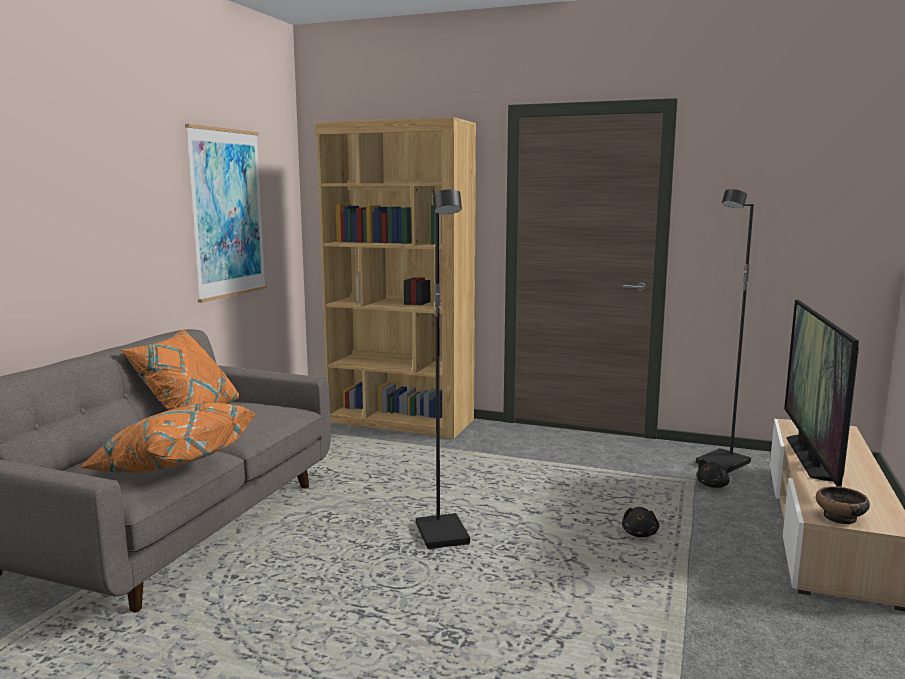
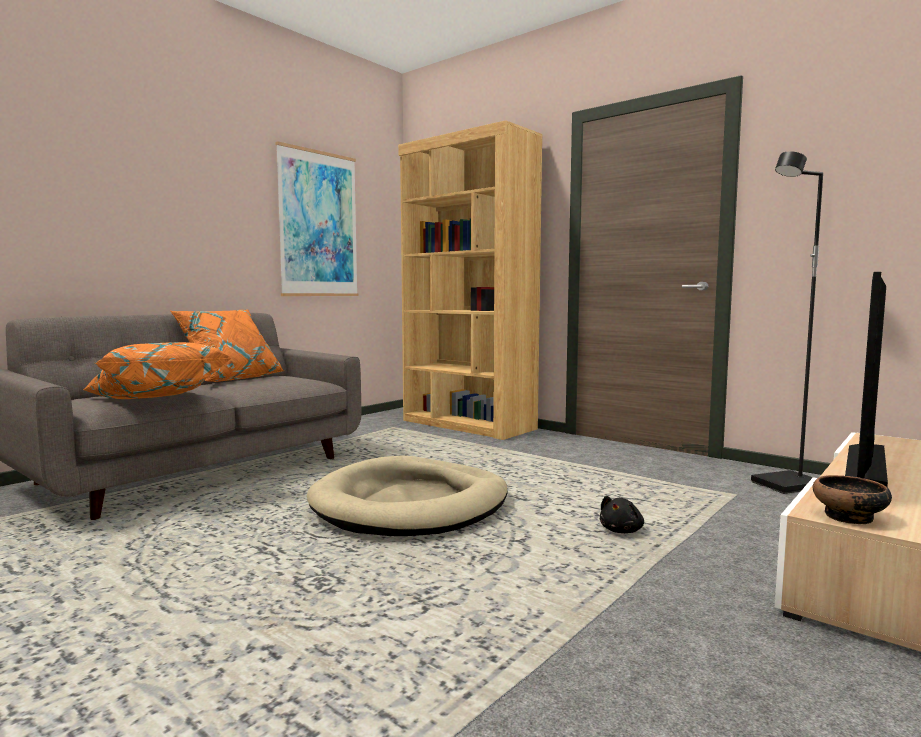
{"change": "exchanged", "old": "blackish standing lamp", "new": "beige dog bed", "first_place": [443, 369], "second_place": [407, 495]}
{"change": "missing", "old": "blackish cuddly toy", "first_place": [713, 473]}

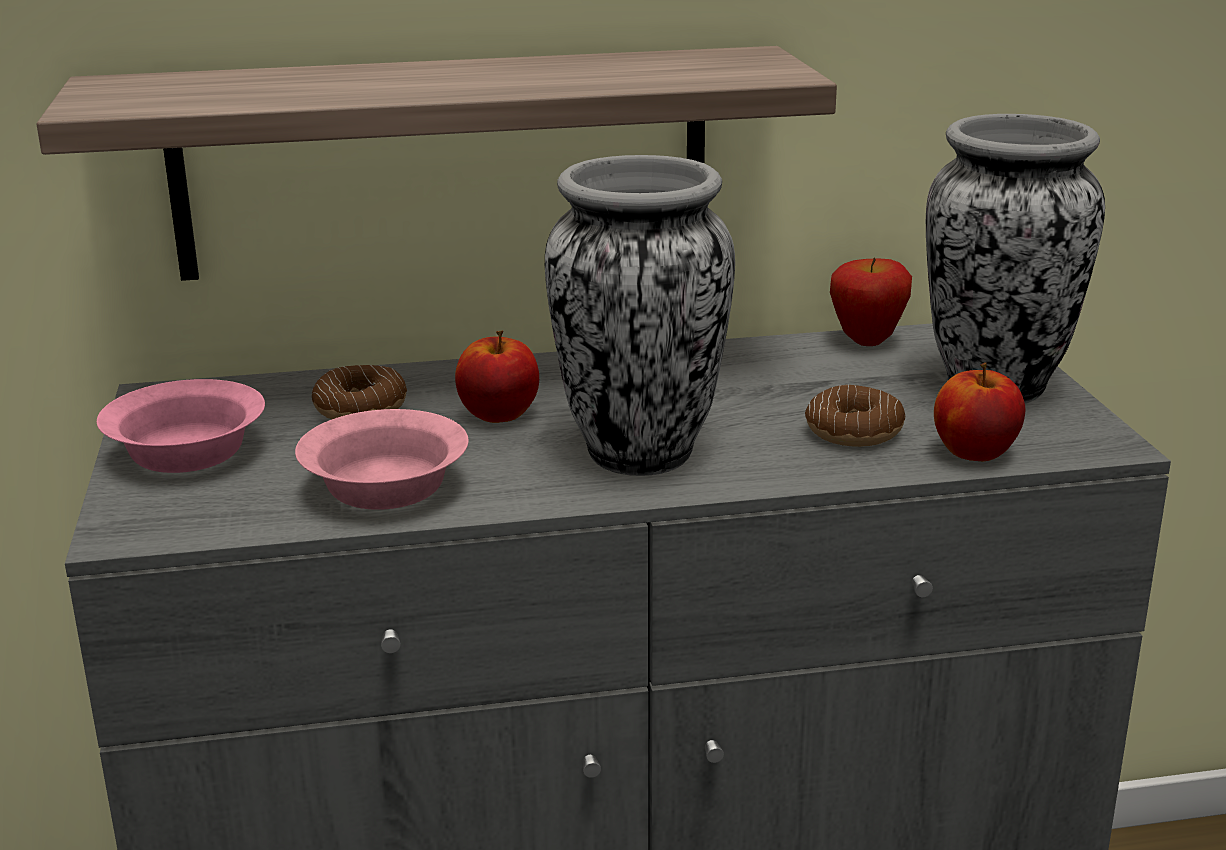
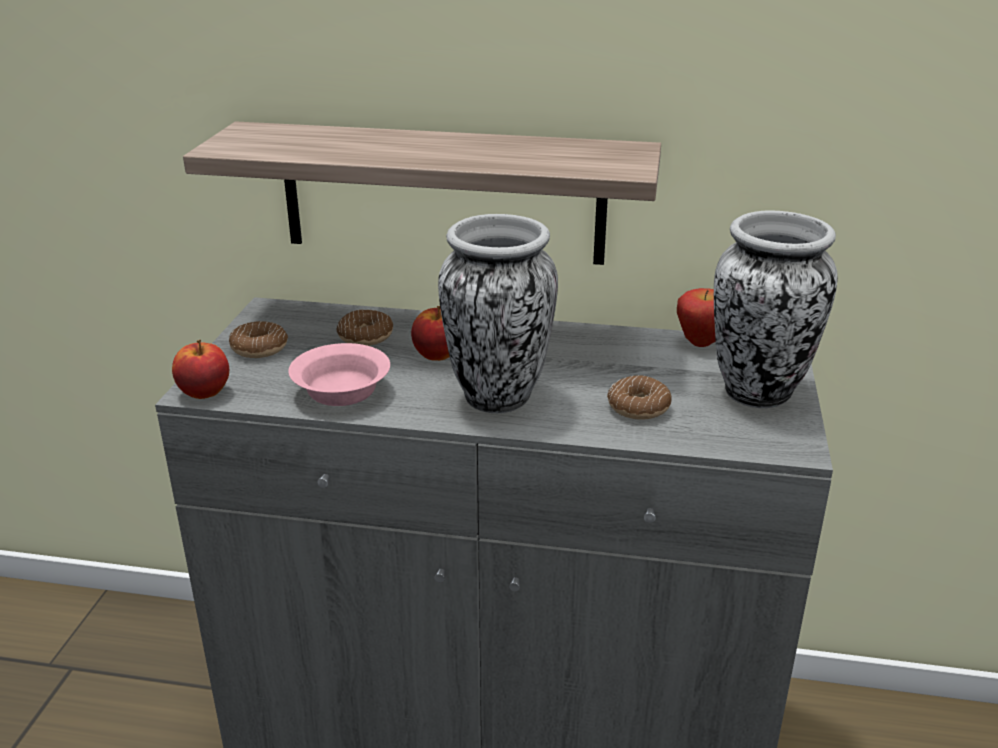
{"change": "relocated", "old": "apple fruit", "first_place": [979, 411], "second_place": [200, 369]}
{"change": "exchanged", "old": "pink serving bowl", "new": "ring doughnut", "first_place": [181, 426], "second_place": [258, 339]}

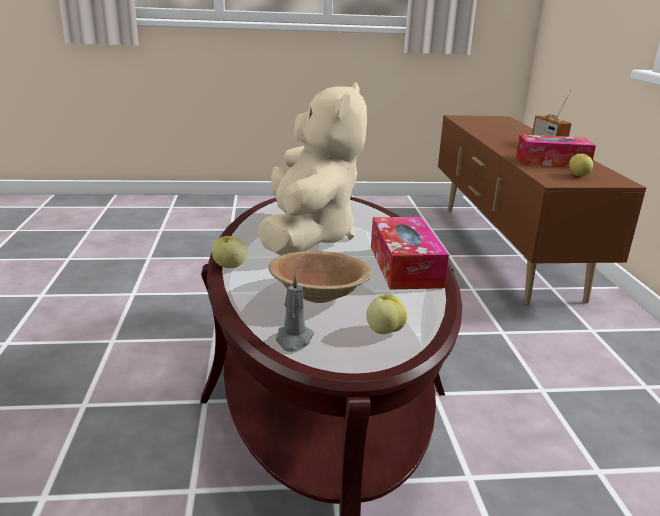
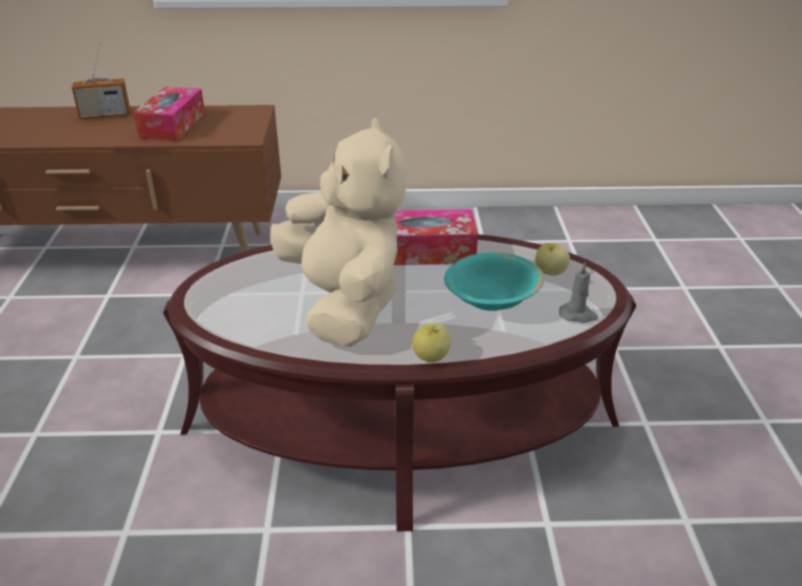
{"change": "spun", "old": "beige cuddly toy", "first_place": [312, 168], "second_place": [338, 232], "degrees": 60}
{"change": "missing", "old": "apple fruit", "first_place": [581, 165]}
{"change": "colour", "old": "brown-coloured serving bowl", "new": "blue-green serving bowl", "first_place": [320, 276], "second_place": [494, 281]}

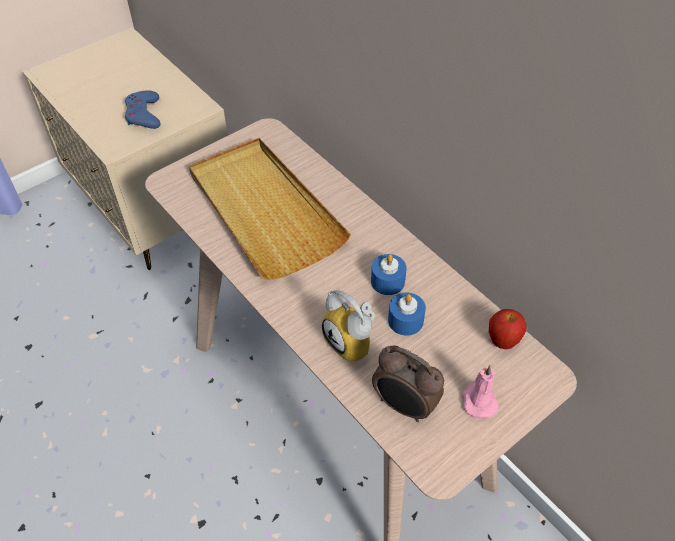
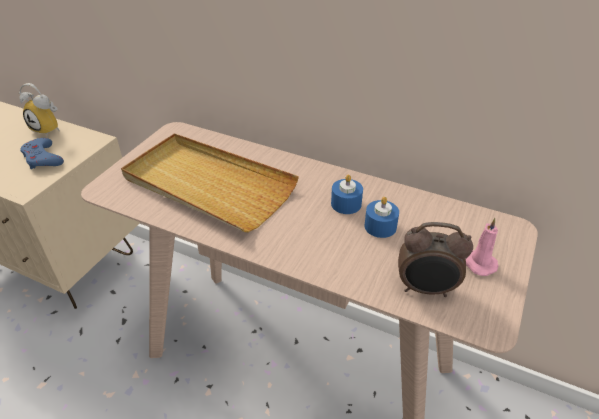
{"change": "relocated", "old": "alarm clock", "first_place": [348, 326], "second_place": [39, 109]}
{"change": "missing", "old": "apple fruit", "first_place": [508, 329]}

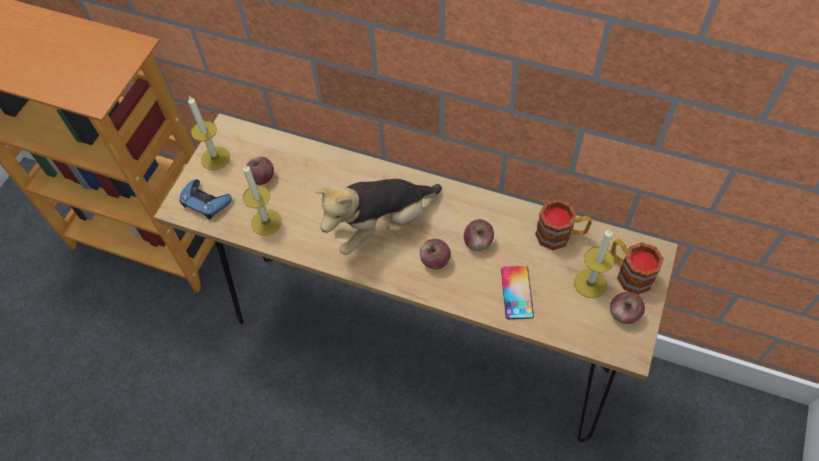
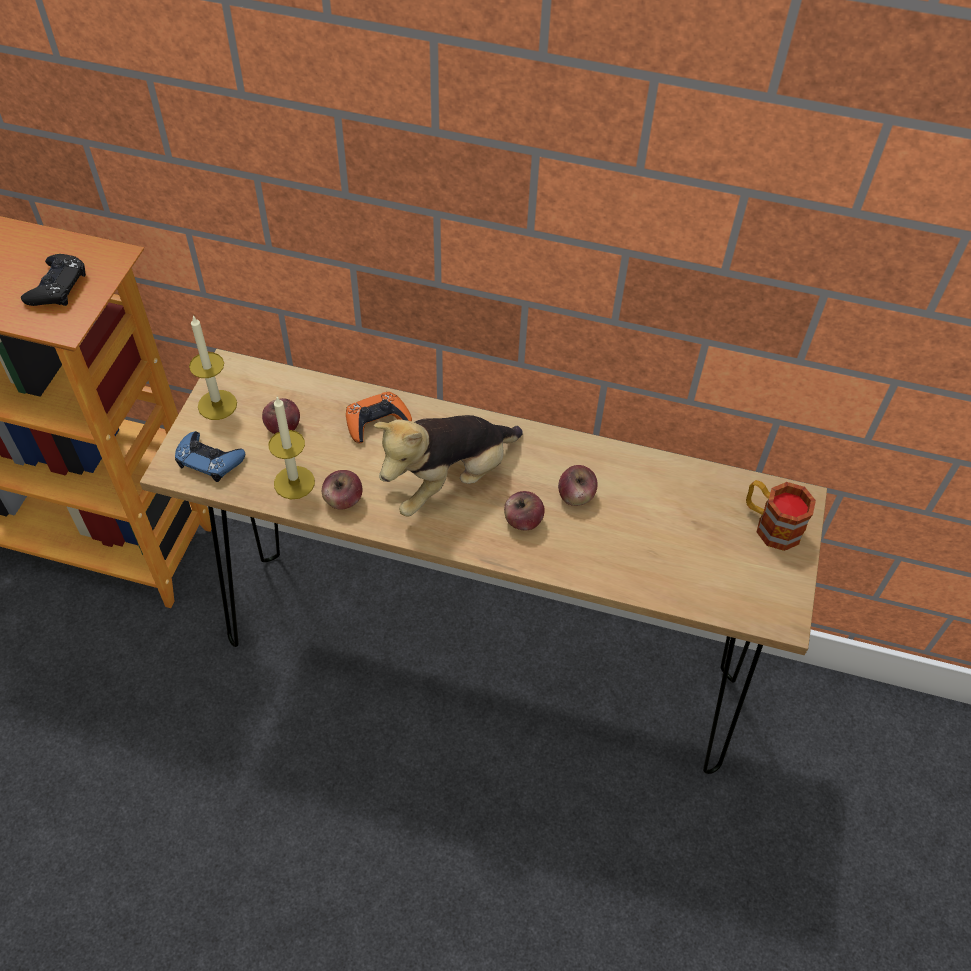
{"change": "missing", "old": "mug", "first_place": [563, 224]}
{"change": "missing", "old": "candle", "first_place": [594, 263]}
{"change": "missing", "old": "phone", "first_place": [517, 292]}
{"change": "relocated", "old": "apple fruit", "first_place": [627, 308], "second_place": [342, 490]}
{"change": "appeared", "new": "blackish joypad", "second_place": [53, 280]}
{"change": "appeared", "new": "orange joypad", "second_place": [379, 418]}

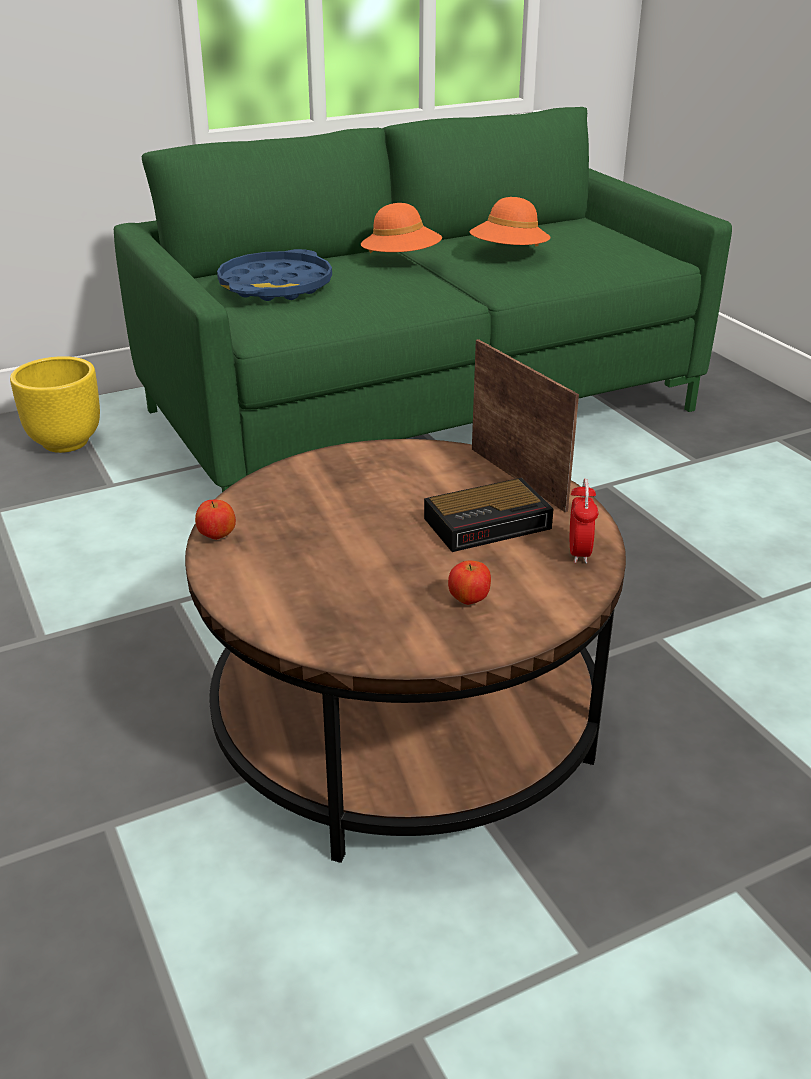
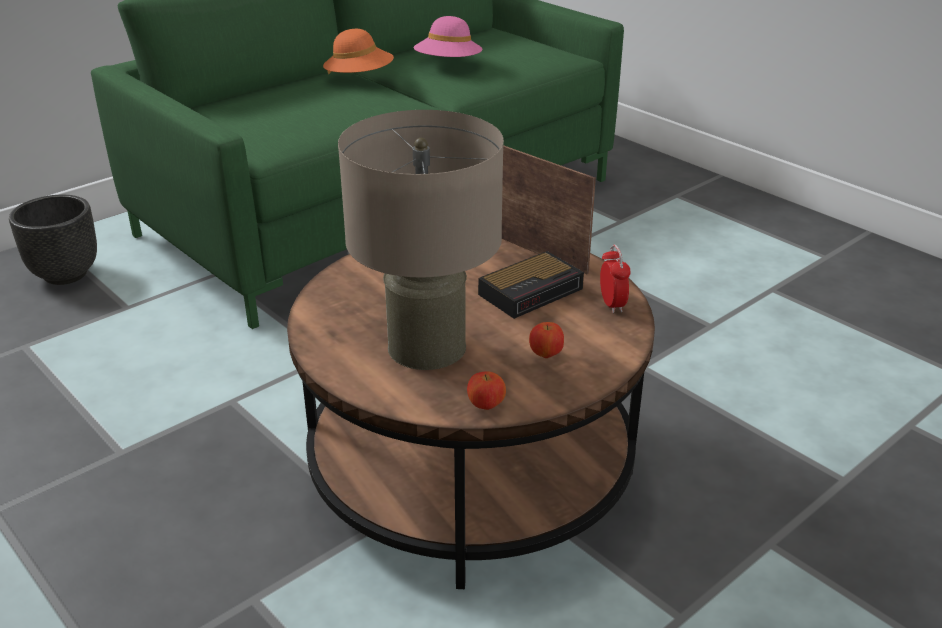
{"change": "colour", "old": "orange clothing hat", "new": "pink clothing hat", "first_place": [510, 221], "second_place": [448, 36]}
{"change": "missing", "old": "bluish carrying tray", "first_place": [274, 275]}
{"change": "colour", "old": "yellowish planter", "new": "blackish planter", "first_place": [55, 404], "second_place": [53, 240]}
{"change": "relocated", "old": "apple fruit", "first_place": [215, 520], "second_place": [486, 390]}
{"change": "appeared", "new": "beige lamp for a table", "second_place": [421, 240]}

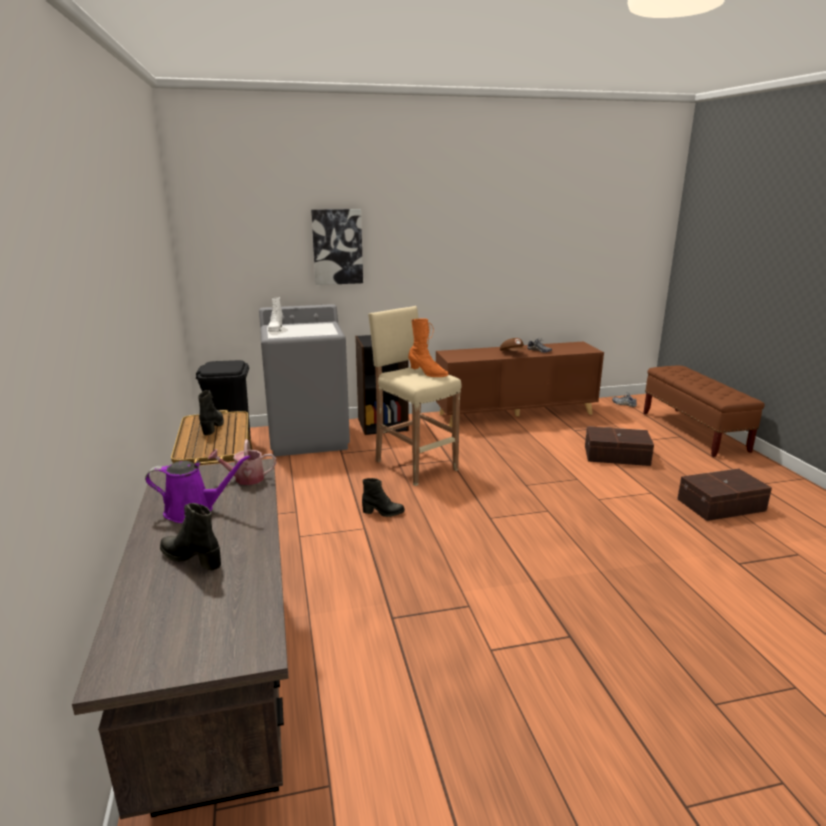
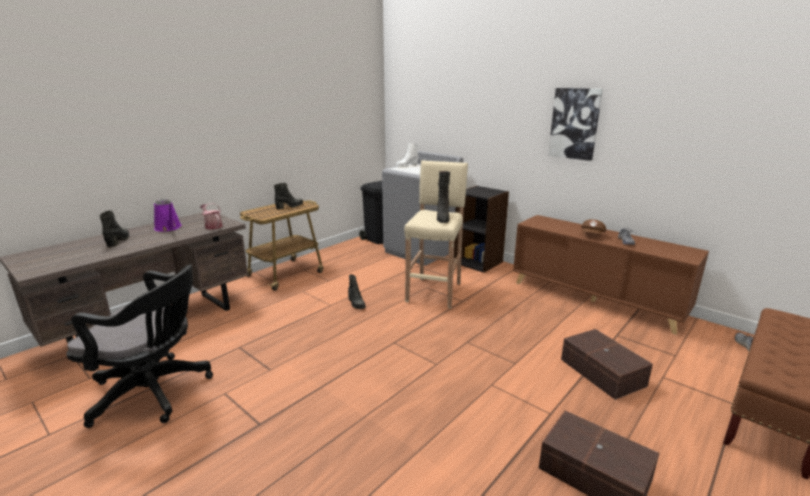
{"change": "relocated", "old": "wall art", "first_place": [337, 247], "second_place": [575, 124]}
{"change": "colour", "old": "orange high-top boot", "new": "blackish high-top boot", "first_place": [428, 348], "second_place": [443, 197]}
{"change": "appeared", "new": "blackish computer chair", "second_place": [139, 346]}

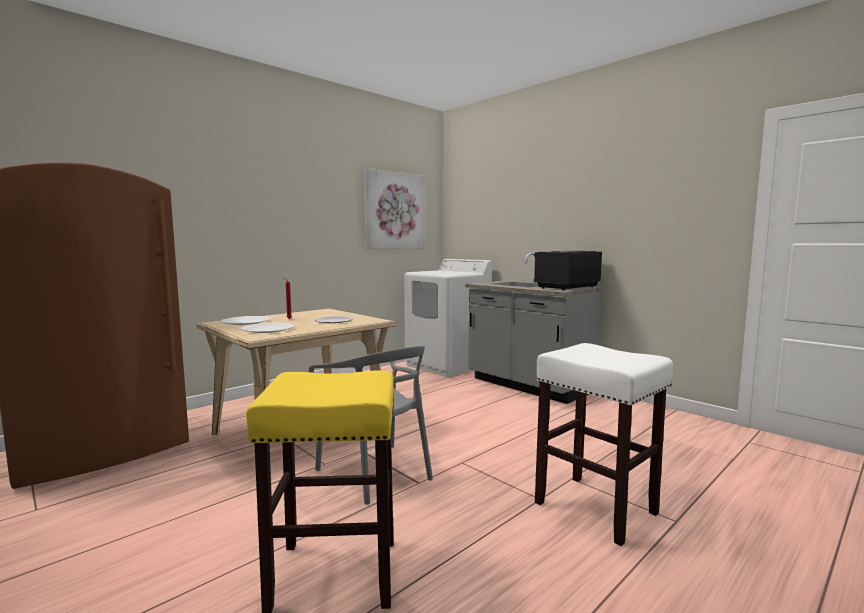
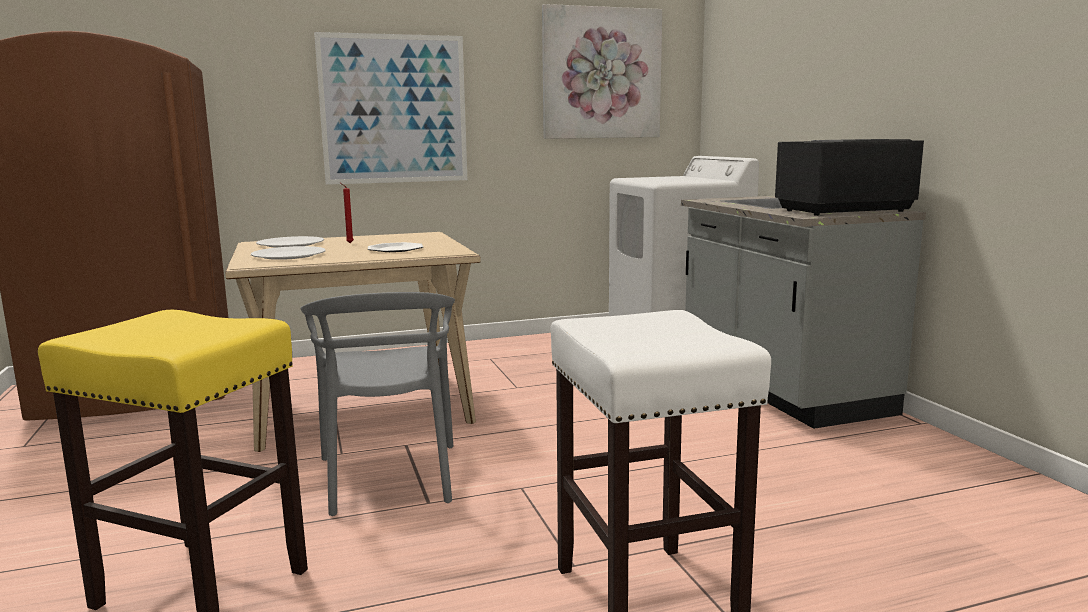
{"change": "appeared", "new": "wall art", "second_place": [390, 108]}

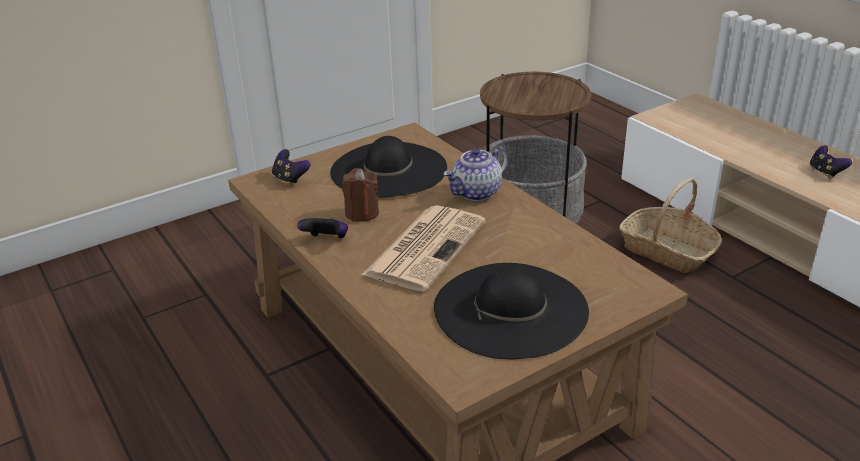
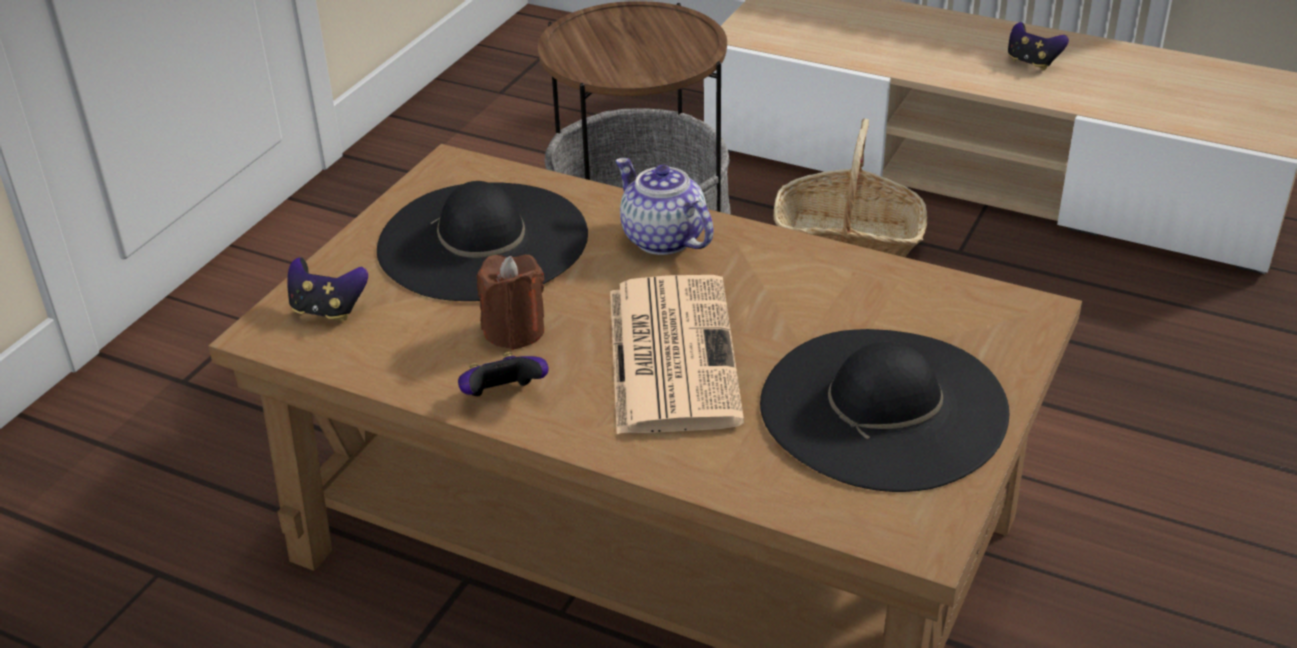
{"change": "spun", "old": "teapot", "first_place": [475, 174], "second_place": [665, 206], "degrees": 120}

